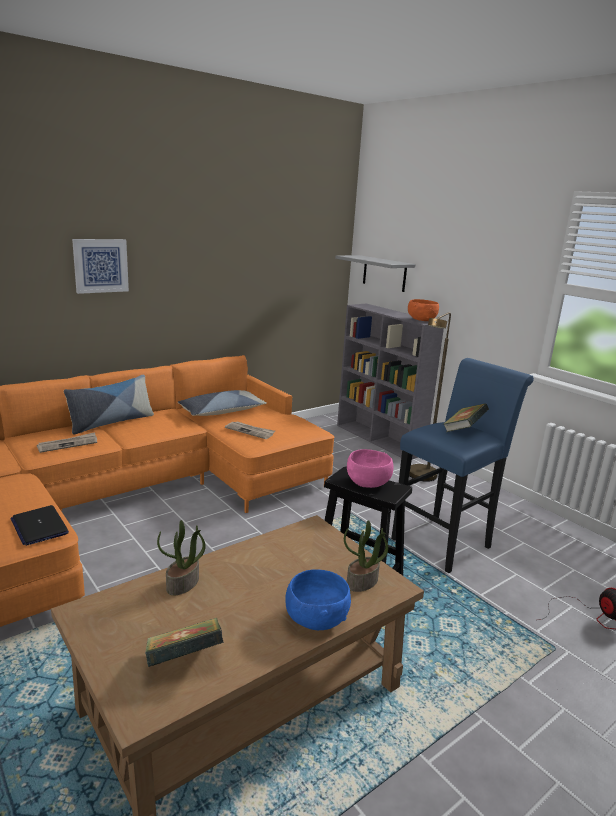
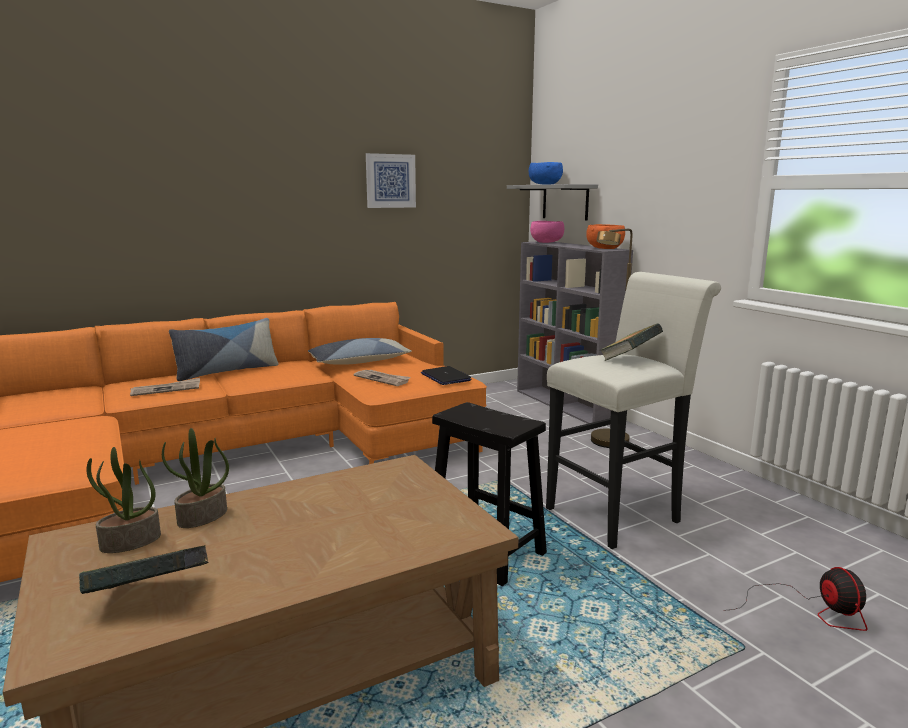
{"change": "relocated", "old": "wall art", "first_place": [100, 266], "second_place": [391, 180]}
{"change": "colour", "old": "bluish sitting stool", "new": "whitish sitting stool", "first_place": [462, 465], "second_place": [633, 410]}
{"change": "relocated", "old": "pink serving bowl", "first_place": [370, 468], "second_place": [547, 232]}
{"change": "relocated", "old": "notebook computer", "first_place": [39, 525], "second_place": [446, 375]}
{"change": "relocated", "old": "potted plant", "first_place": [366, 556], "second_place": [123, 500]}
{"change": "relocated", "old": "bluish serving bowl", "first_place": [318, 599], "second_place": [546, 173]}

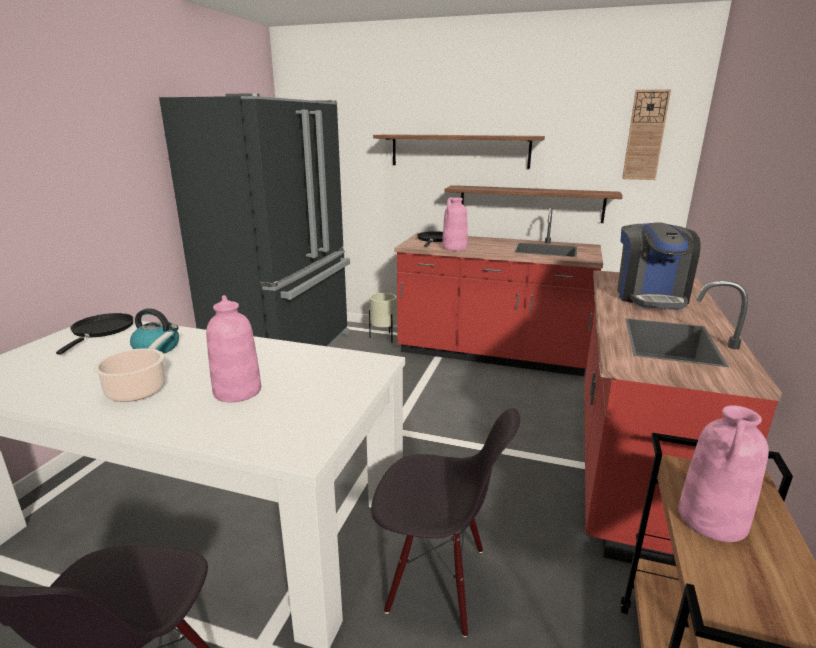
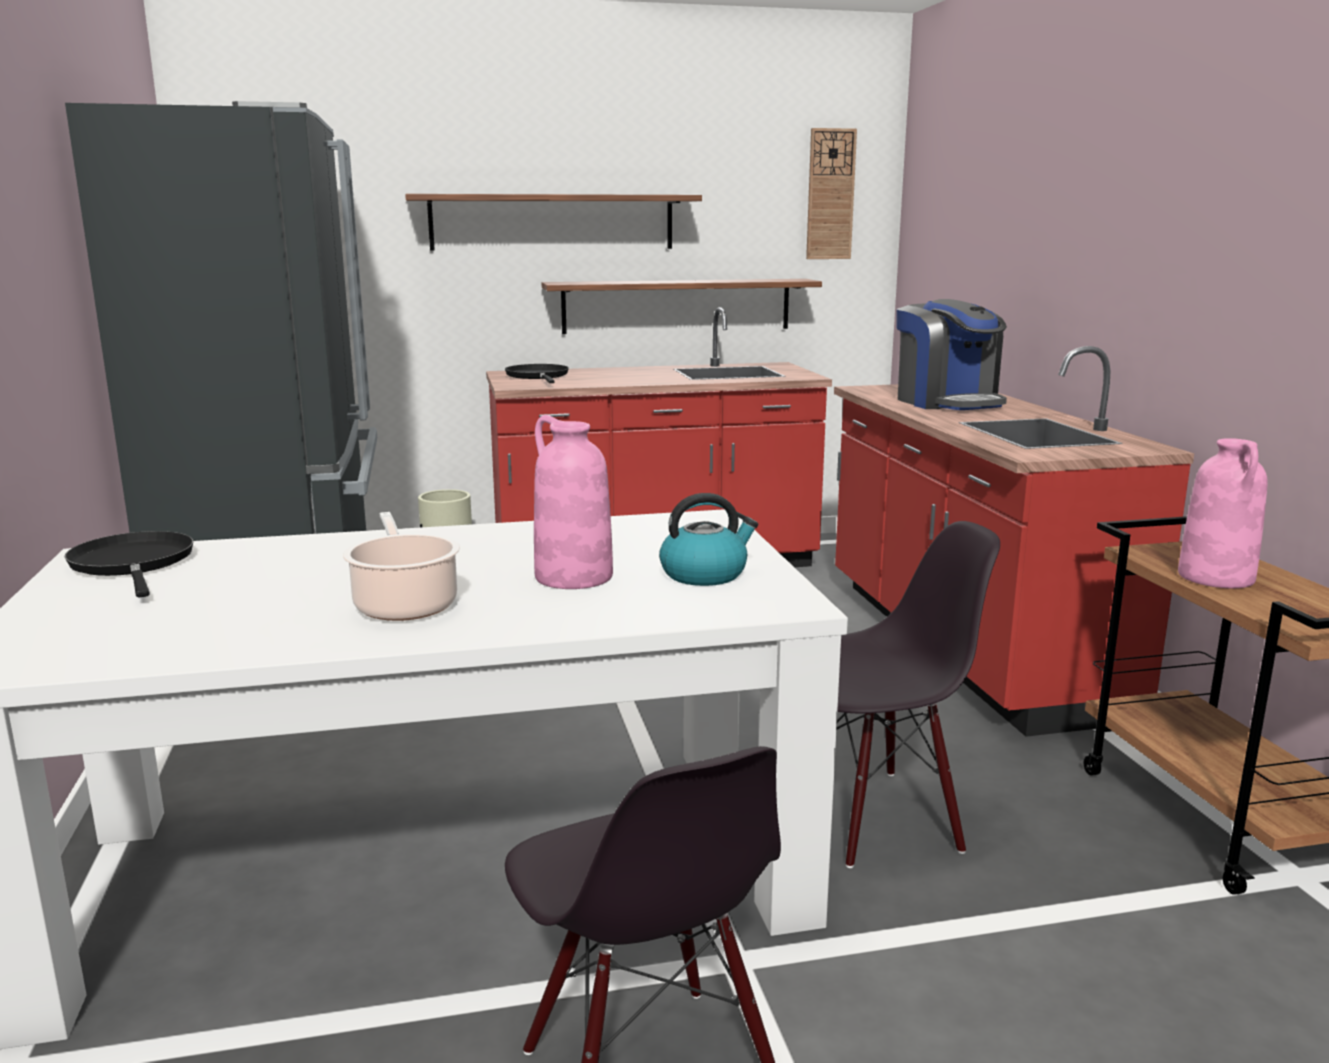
{"change": "missing", "old": "pink flower vase", "first_place": [454, 224]}
{"change": "relocated", "old": "water kettle", "first_place": [154, 331], "second_place": [708, 539]}

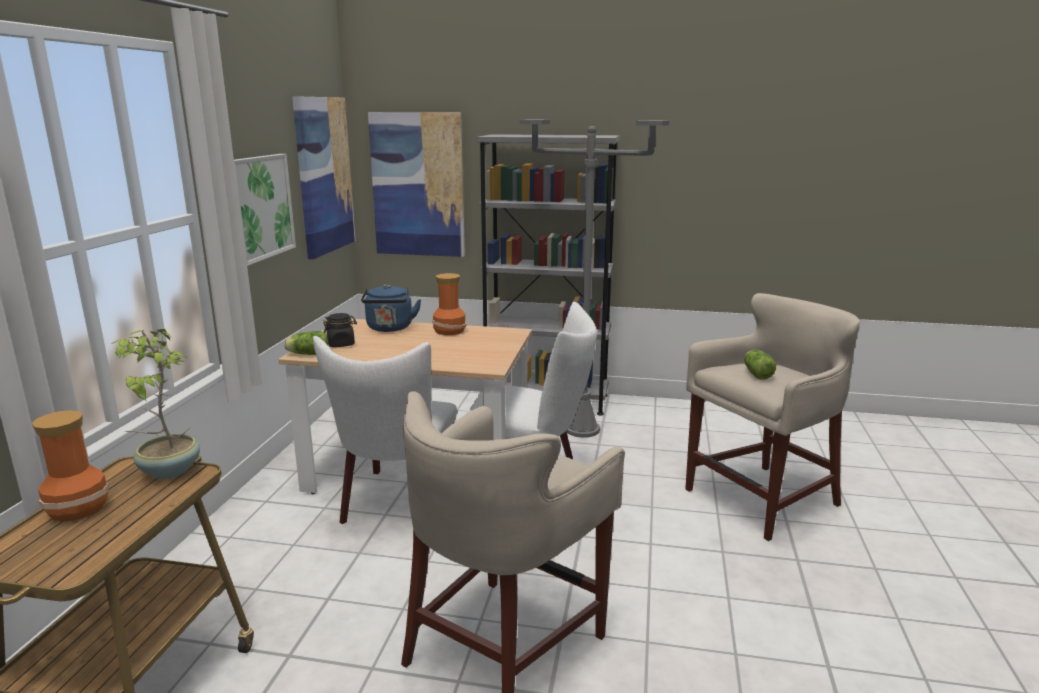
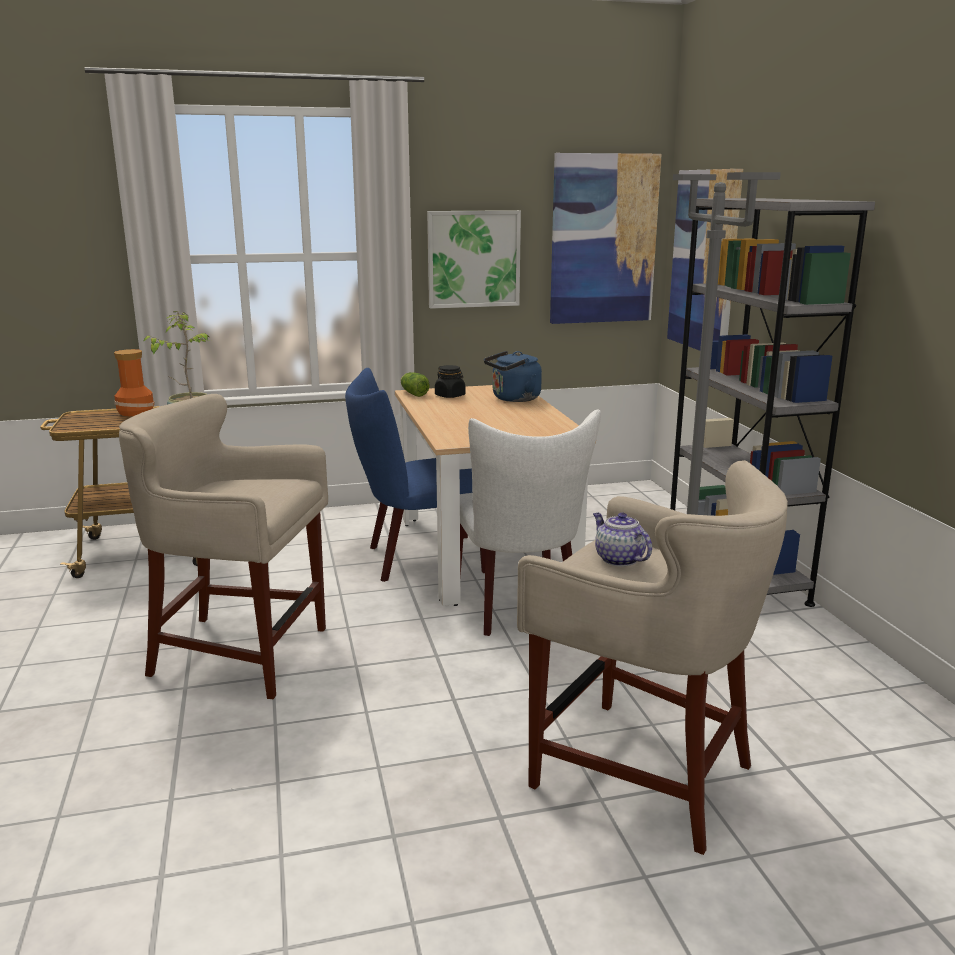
{"change": "missing", "old": "flower vase", "first_place": [449, 304]}
{"change": "colour", "old": "whitish chair", "new": "bluish chair", "first_place": [385, 430], "second_place": [415, 475]}
{"change": "exchanged", "old": "lettuce", "new": "teapot", "first_place": [760, 365], "second_place": [622, 539]}

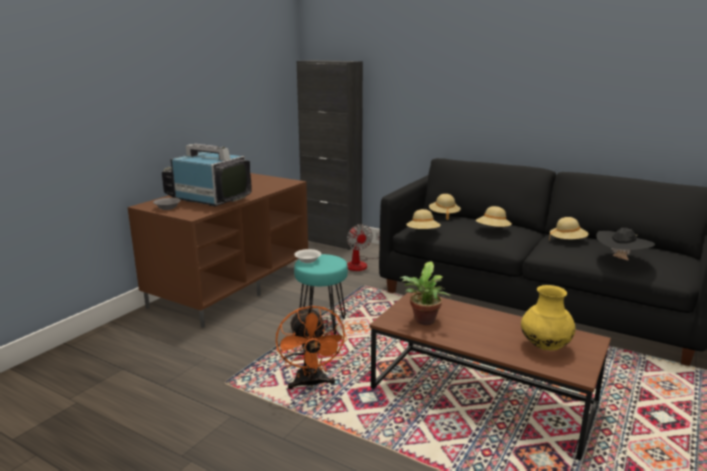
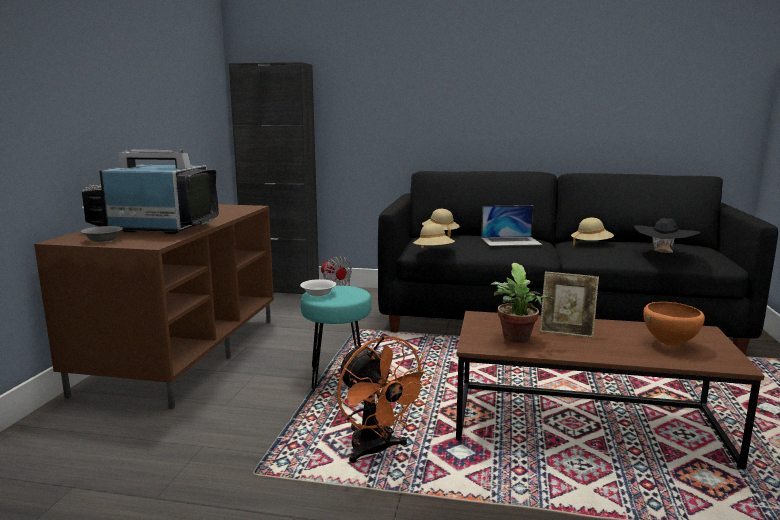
{"change": "exchanged", "old": "beige clothing hat", "new": "notebook computer", "first_place": [494, 216], "second_place": [512, 225]}
{"change": "exchanged", "old": "yellowish flower vase", "new": "orange serving bowl", "first_place": [548, 318], "second_place": [674, 324]}
{"change": "appeared", "new": "photo frame", "second_place": [569, 304]}

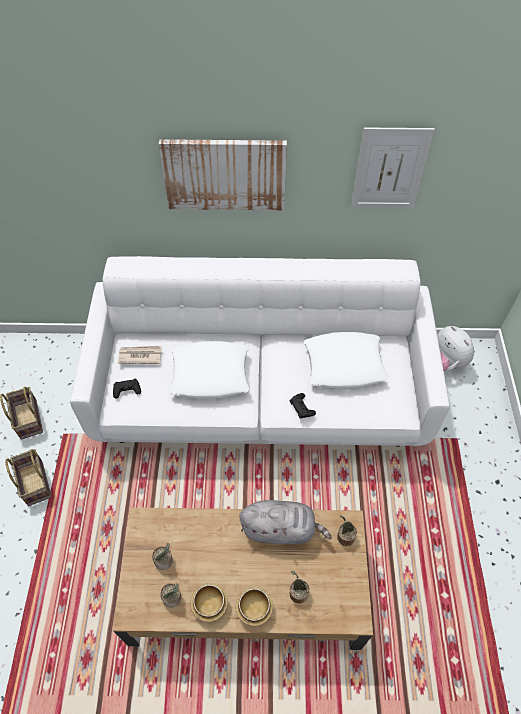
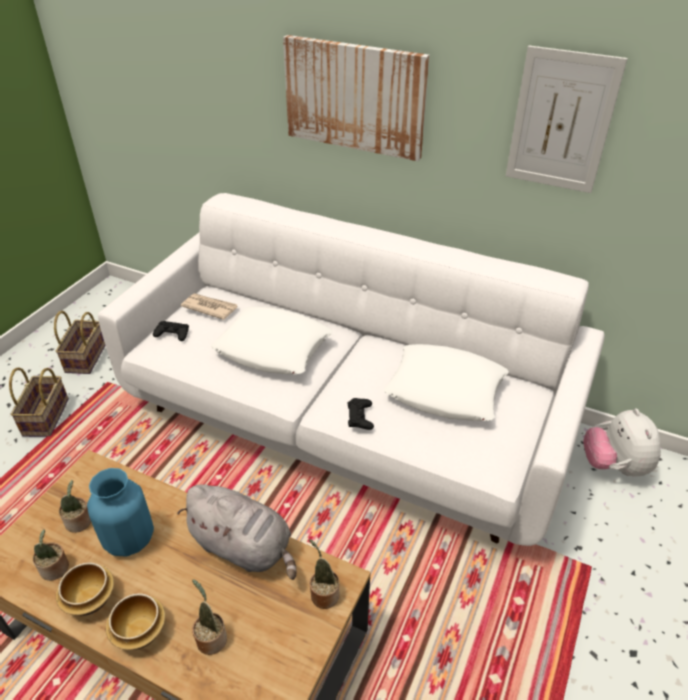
{"change": "appeared", "new": "bluish flower vase", "second_place": [120, 512]}

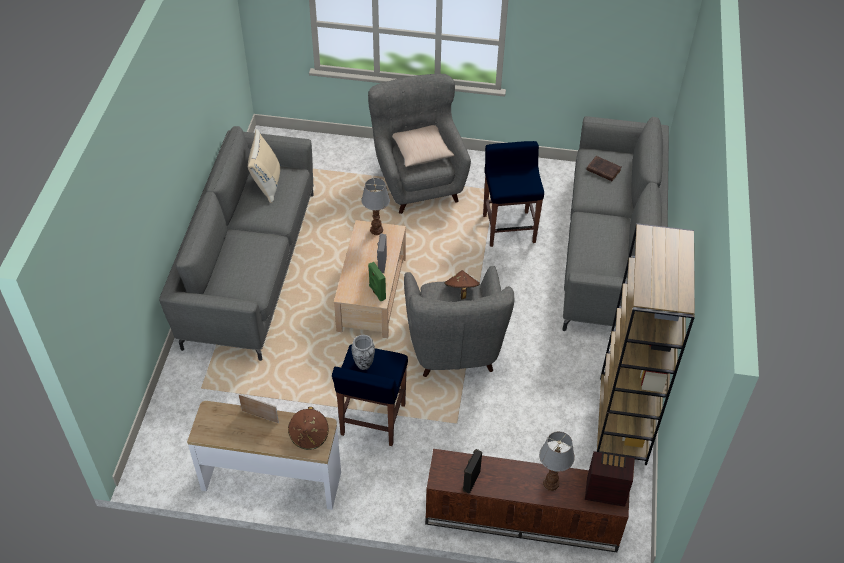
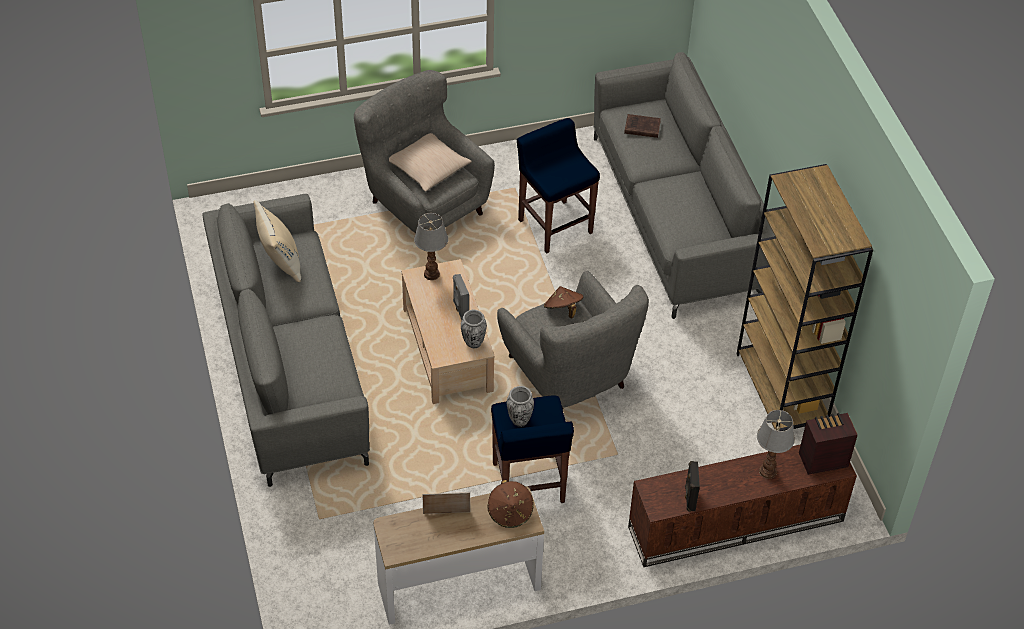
{"change": "exchanged", "old": "greenish speaker", "new": "flower vase", "first_place": [377, 281], "second_place": [474, 329]}

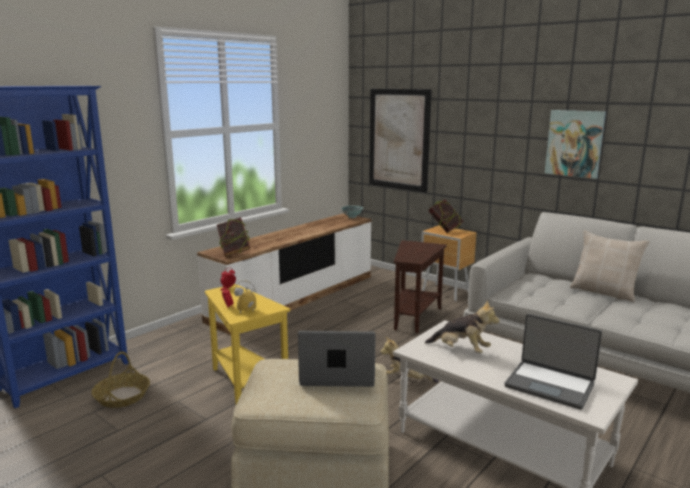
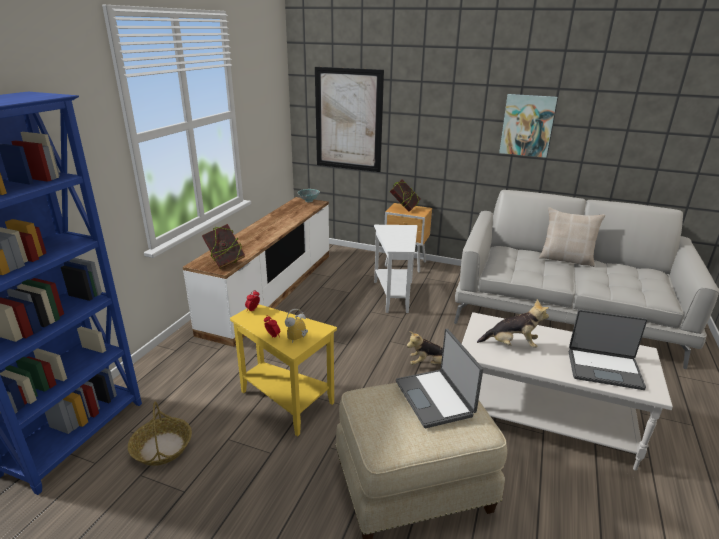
{"change": "colour", "old": "brown-coloured accent table", "new": "whitish accent table", "first_place": [420, 286], "second_place": [395, 269]}
{"change": "spun", "old": "notebook computer", "first_place": [337, 359], "second_place": [439, 378], "degrees": -90}

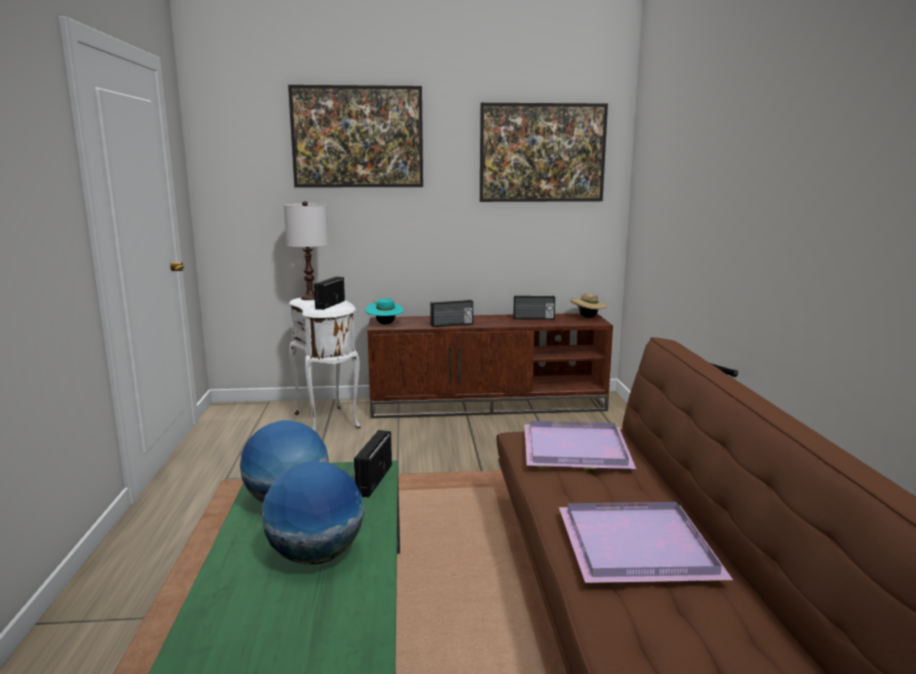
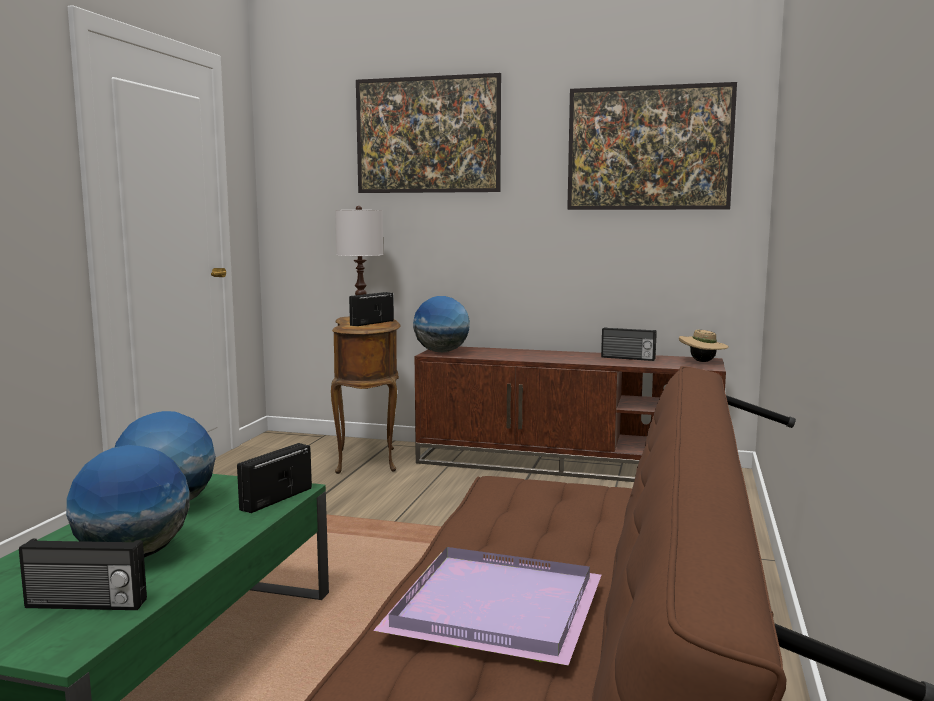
{"change": "colour", "old": "whitish accent table", "new": "brown-coloured accent table", "first_place": [325, 364], "second_place": [365, 395]}
{"change": "exchanged", "old": "blue-green clothing hat", "new": "globe", "first_place": [385, 311], "second_place": [441, 324]}
{"change": "relocated", "old": "radio set", "first_place": [451, 313], "second_place": [83, 574]}
{"change": "missing", "old": "purple-coloured carrying tray", "first_place": [580, 445]}

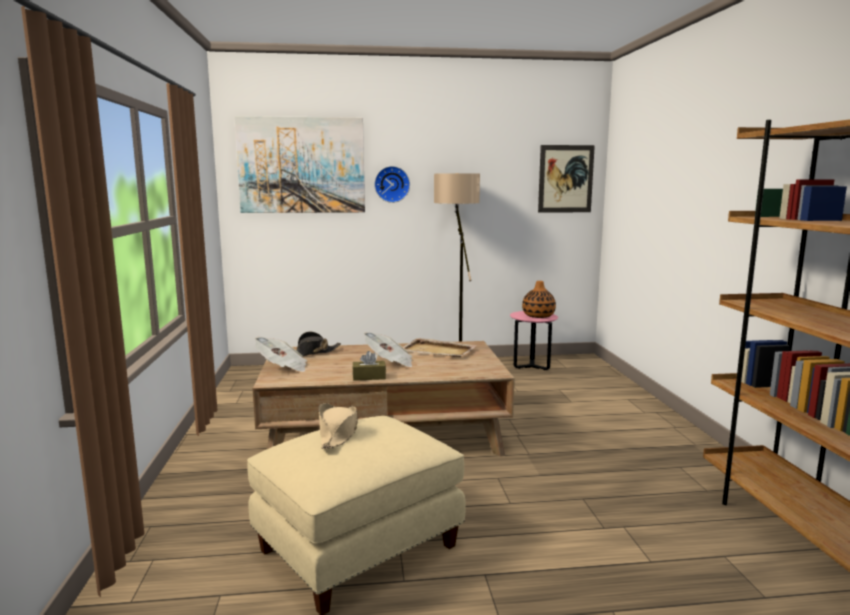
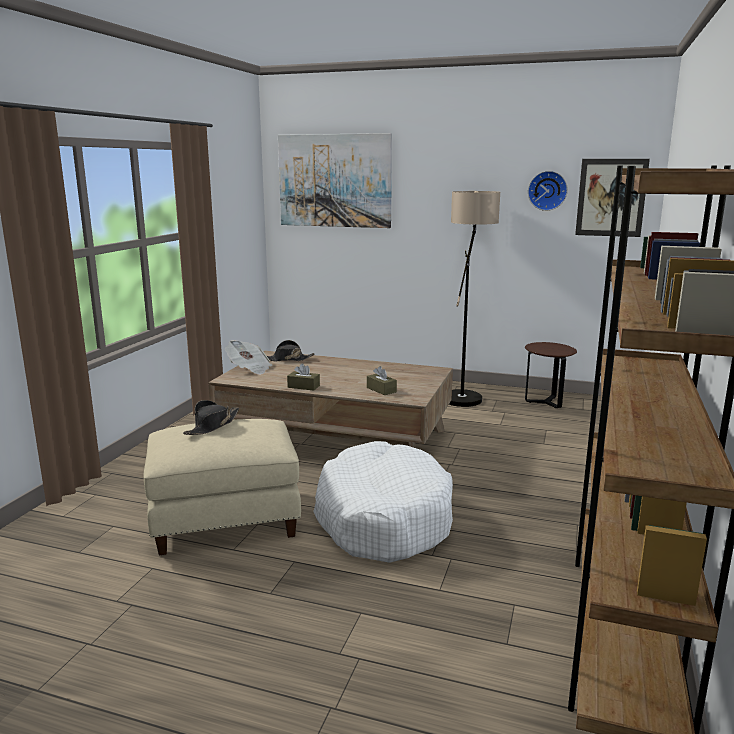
{"change": "relocated", "old": "hanging clock", "first_place": [392, 184], "second_place": [548, 191]}
{"change": "missing", "old": "flower vase", "first_place": [539, 299]}
{"change": "colour", "old": "pink accent table", "new": "brown-coloured accent table", "first_place": [534, 340], "second_place": [551, 375]}
{"change": "missing", "old": "printed paper", "first_place": [388, 349]}
{"change": "missing", "old": "beige carrying tray", "first_place": [440, 347]}
{"change": "colour", "old": "beige clothing hat", "new": "blackish clothing hat", "first_place": [338, 426], "second_place": [211, 417]}
{"change": "appeared", "new": "brown-coloured box of tissues", "second_place": [382, 380]}
{"change": "appeared", "new": "whitish dog bed", "second_place": [383, 502]}

